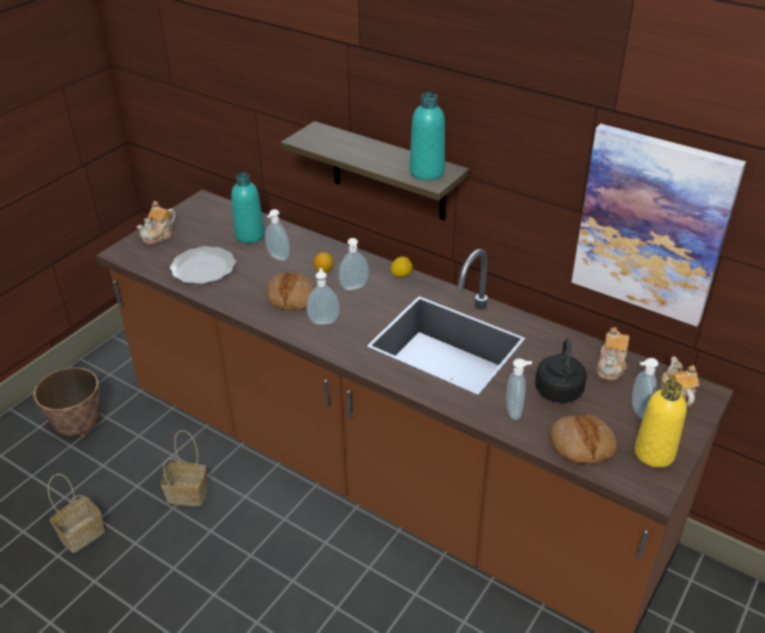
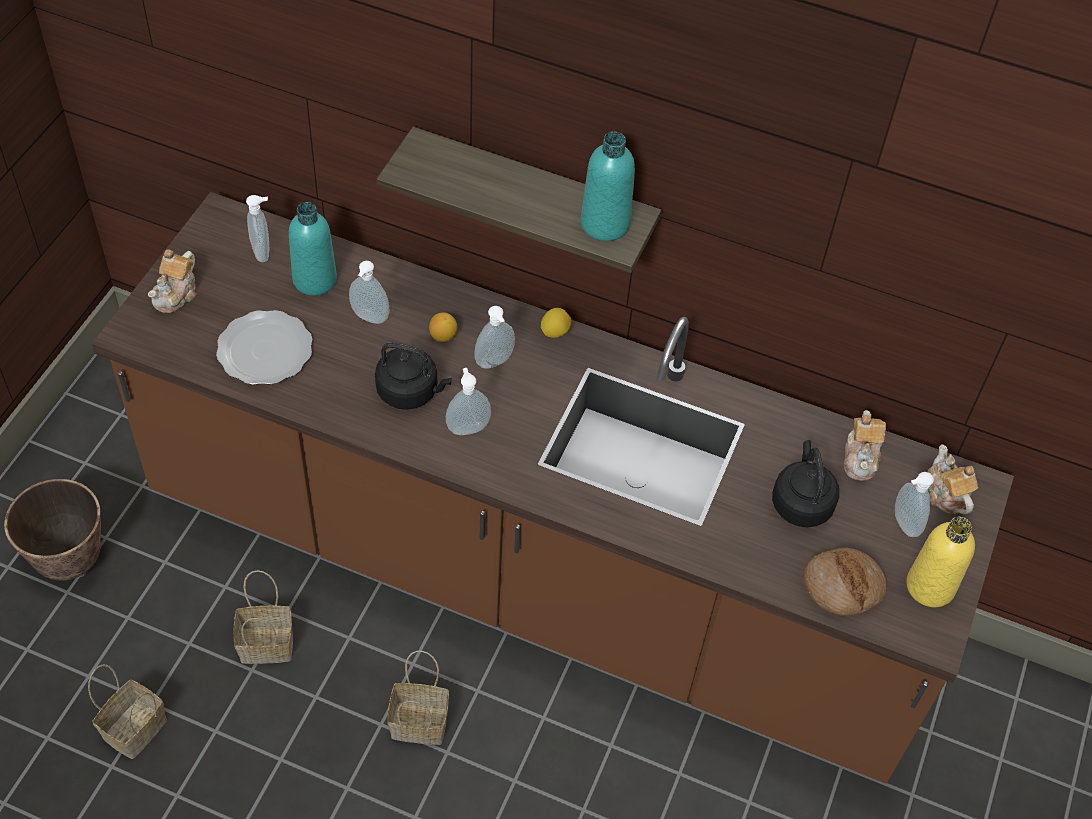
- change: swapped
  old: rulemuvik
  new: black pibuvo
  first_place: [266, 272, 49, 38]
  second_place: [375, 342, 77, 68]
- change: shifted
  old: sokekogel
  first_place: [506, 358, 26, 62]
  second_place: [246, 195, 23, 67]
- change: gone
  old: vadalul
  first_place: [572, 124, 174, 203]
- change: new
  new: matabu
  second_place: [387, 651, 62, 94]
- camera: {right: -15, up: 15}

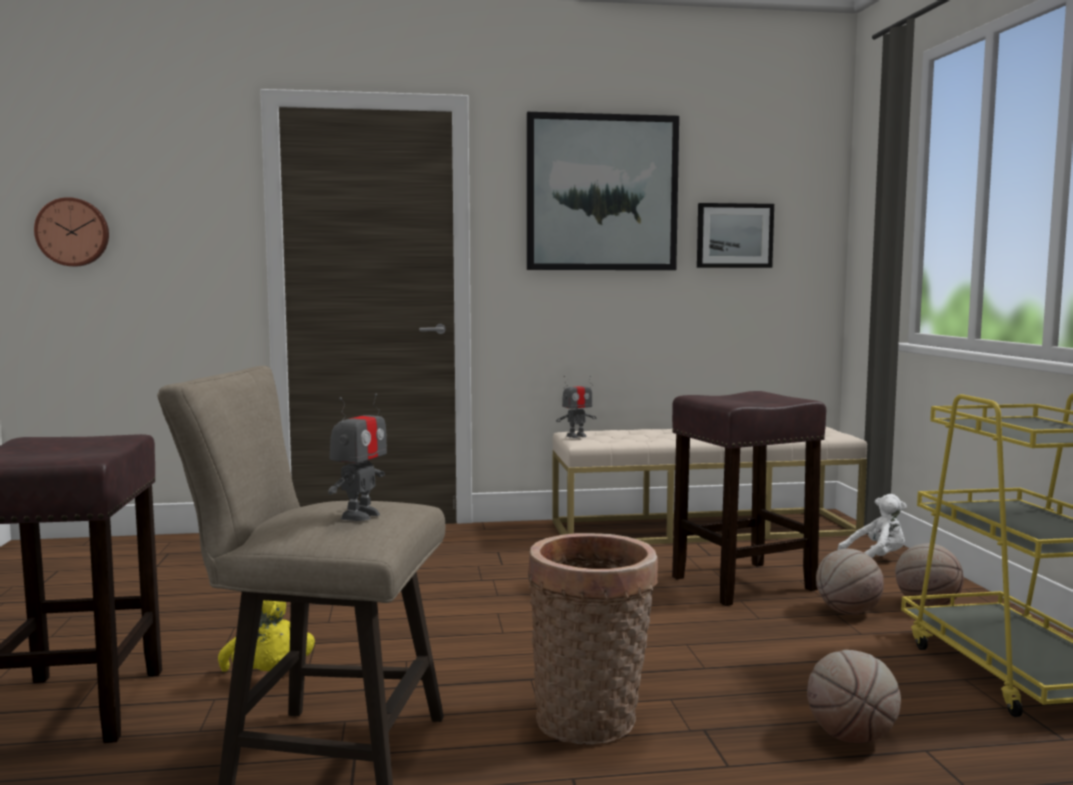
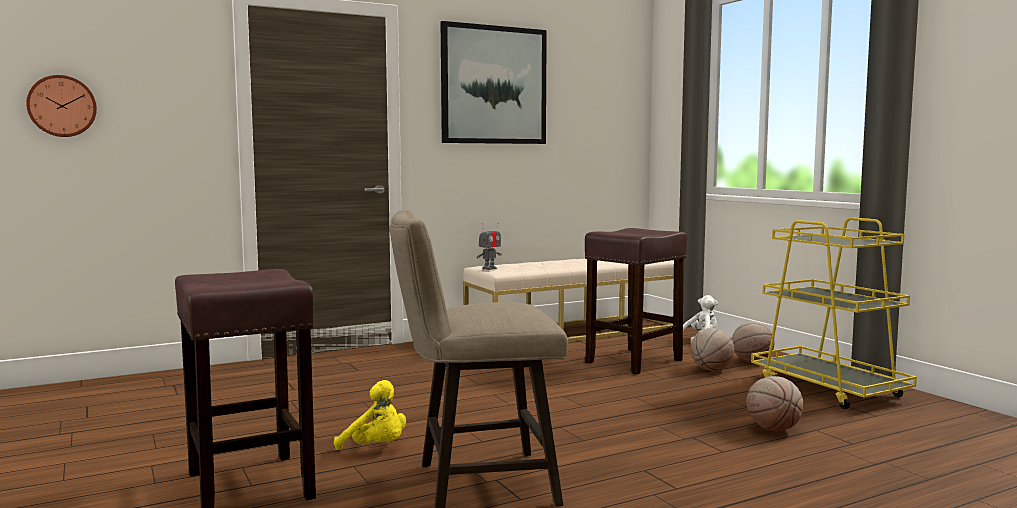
- change: gone
  old: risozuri
  first_place: [328, 394, 59, 127]
- change: gone
  old: matabu
  first_place: [528, 533, 130, 212]
- change: gone
  old: vadalul
  first_place: [697, 203, 77, 65]
- camera: {right: -20, up: 0}

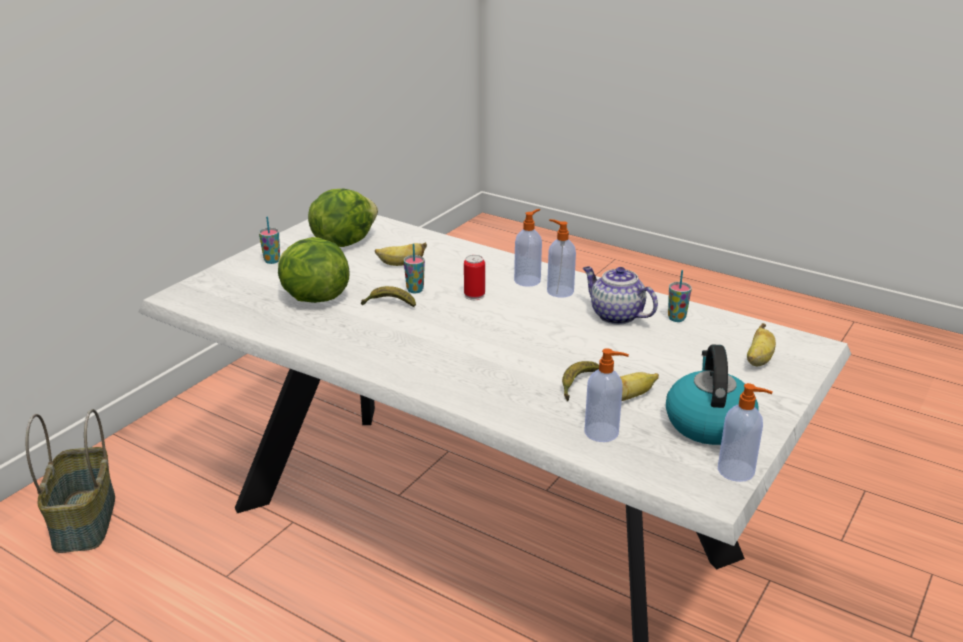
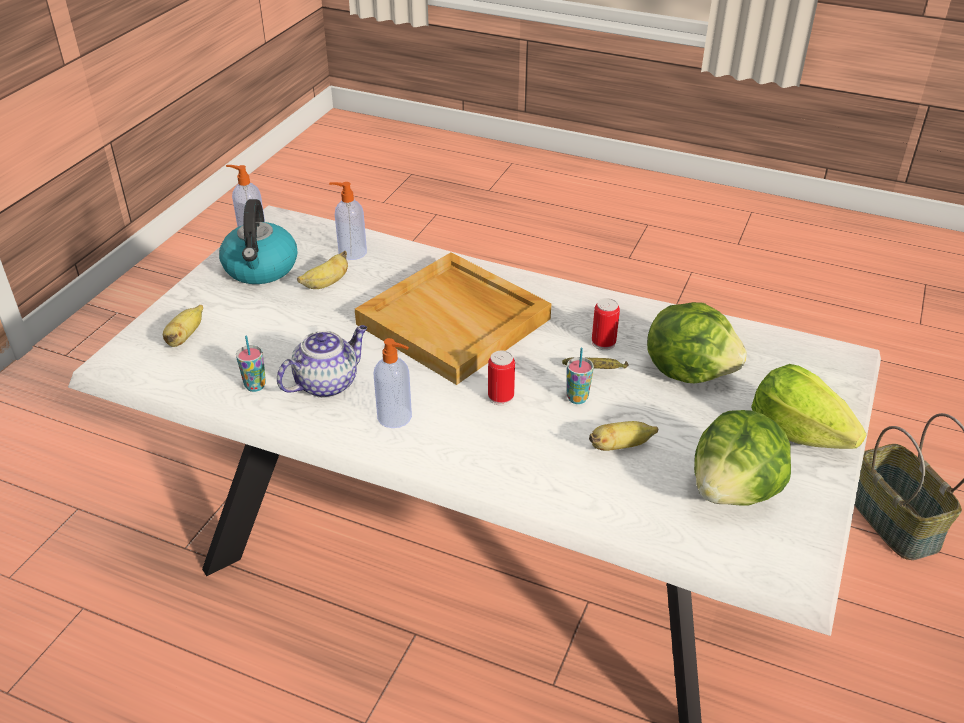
- change: swapped
  old: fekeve
  new: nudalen
  first_place: [259, 216, 21, 48]
  second_place: [751, 364, 116, 85]
- change: gone
  old: sokekogel
  first_place: [514, 209, 28, 78]
- change: gone
  old: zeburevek
  first_place: [562, 361, 37, 40]
- change: rotated
  old: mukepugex
  first_place: [583, 266, 75, 59]
  second_place: [277, 325, 90, 73]
  degrees: -75
- change: new
  new: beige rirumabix
  second_place: [355, 253, 196, 132]
- change: new
  new: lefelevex
  second_place: [592, 298, 28, 52]
- camera: {right: 170, up: 10}

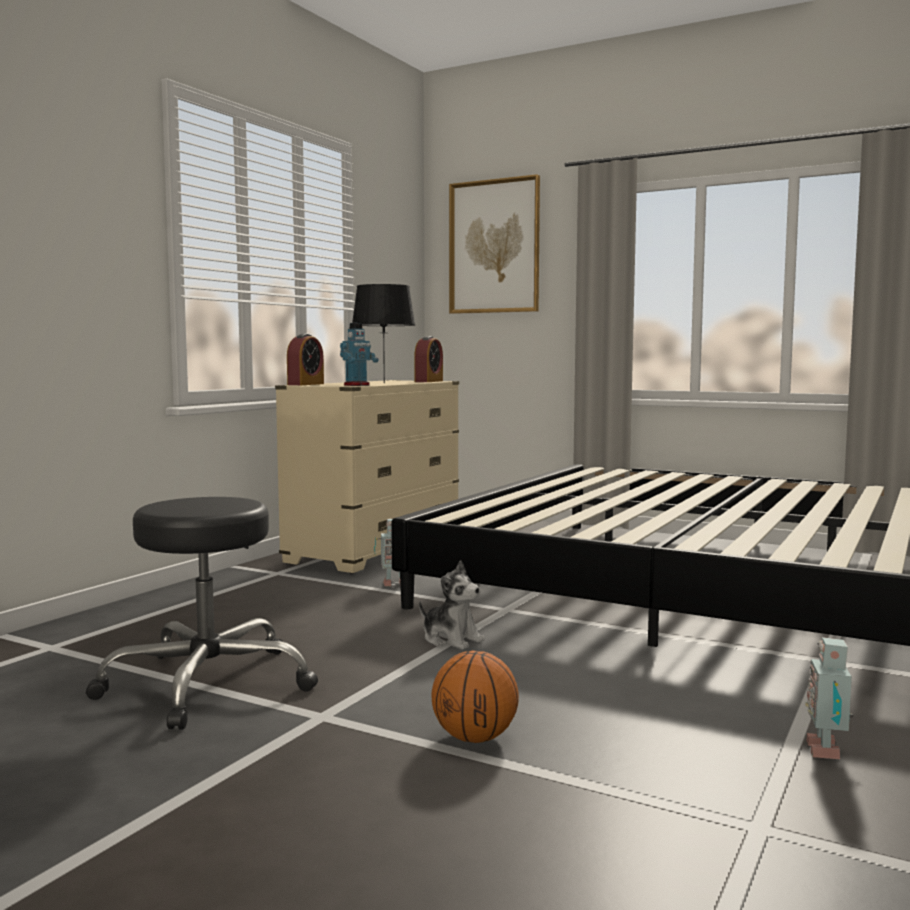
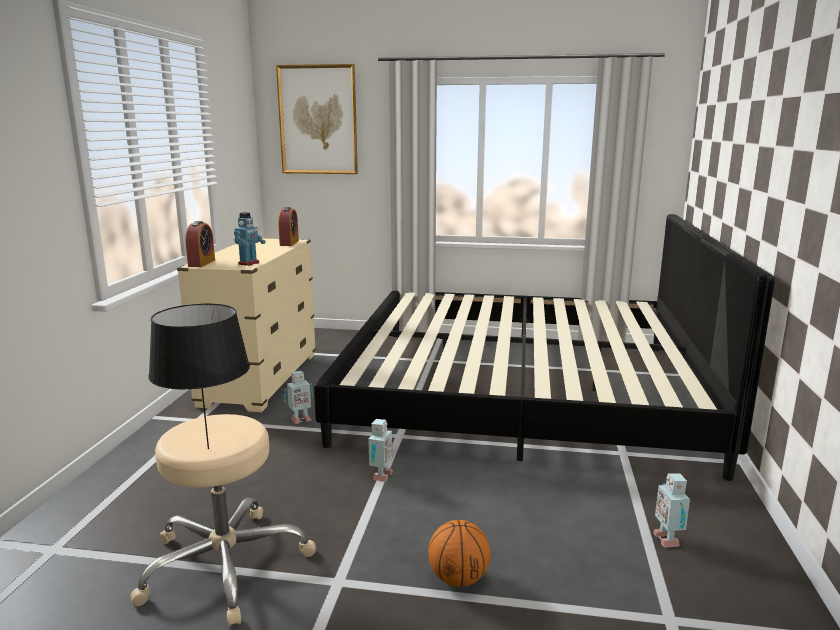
- change: repainted
  old: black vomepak
  new: beige vomepak
  first_place: [86, 497, 232, 233]
  second_place: [130, 414, 186, 212]
- change: shifted
  old: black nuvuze
  first_place: [352, 284, 63, 99]
  second_place: [148, 303, 102, 146]
- change: swapped
  old: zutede
  new: risozuri
  first_place: [419, 560, 66, 89]
  second_place: [369, 419, 24, 63]
- camera: {right: -20, up: 10}

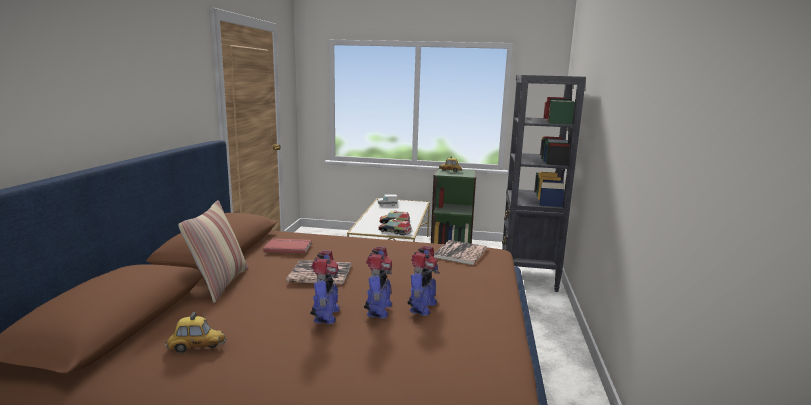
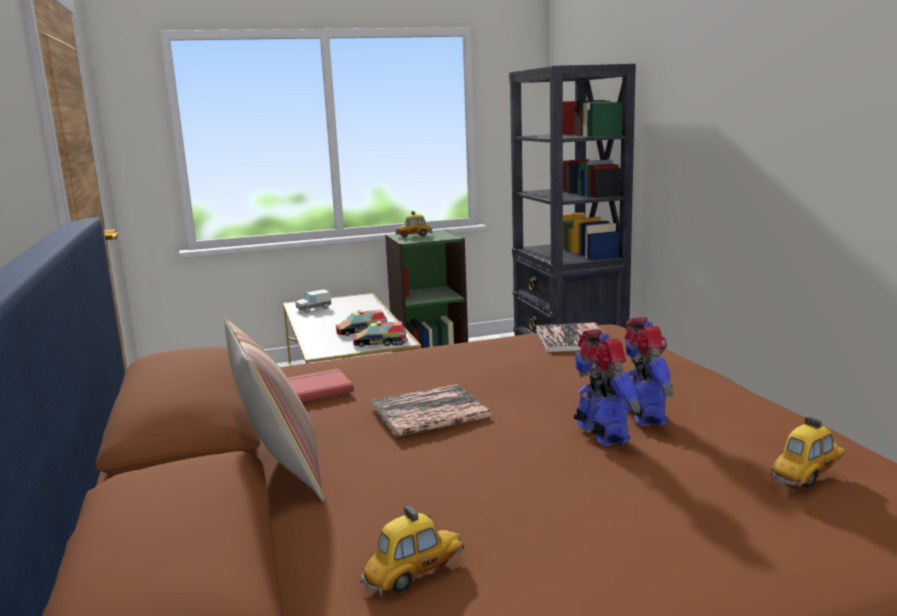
- change: gone
  old: risozuri
  first_place: [310, 251, 30, 73]
- change: new
  new: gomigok
  second_place: [771, 416, 75, 72]
- camera: {right: -25, up: 0}

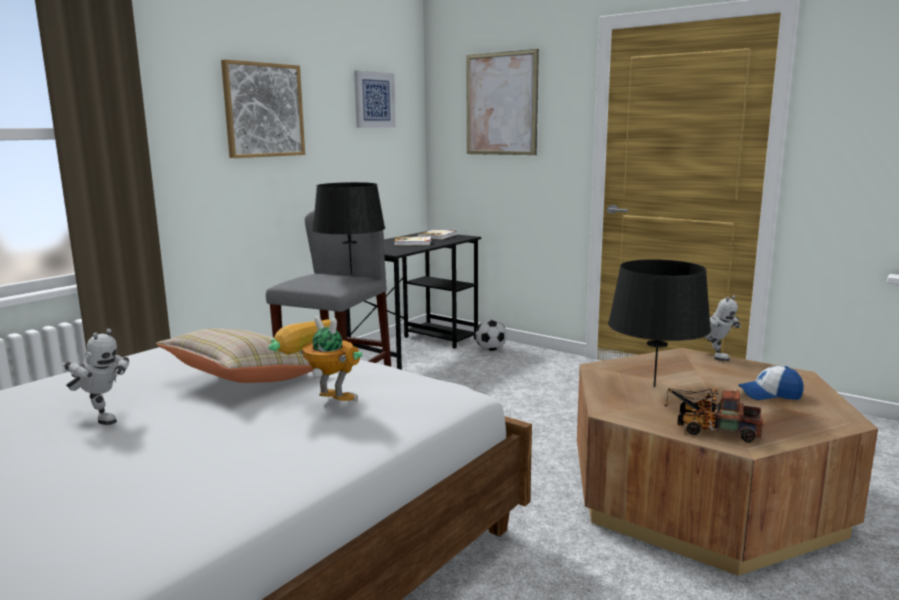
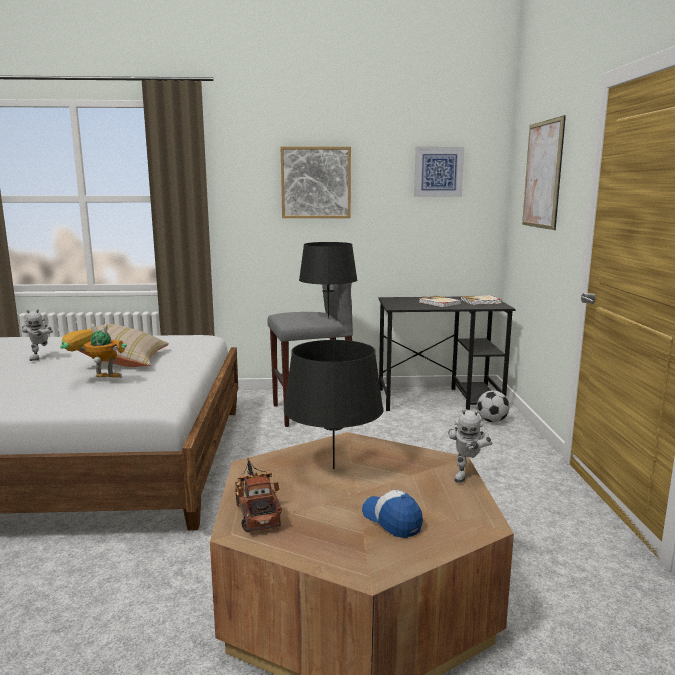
- change: rotated
  old: risozuri
  first_place: [268, 316, 94, 86]
  second_place: [60, 324, 67, 54]
  degrees: -75
- camera: {right: 50, up: 0}

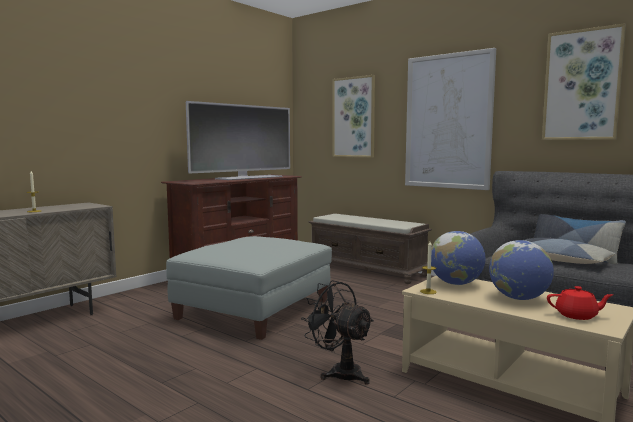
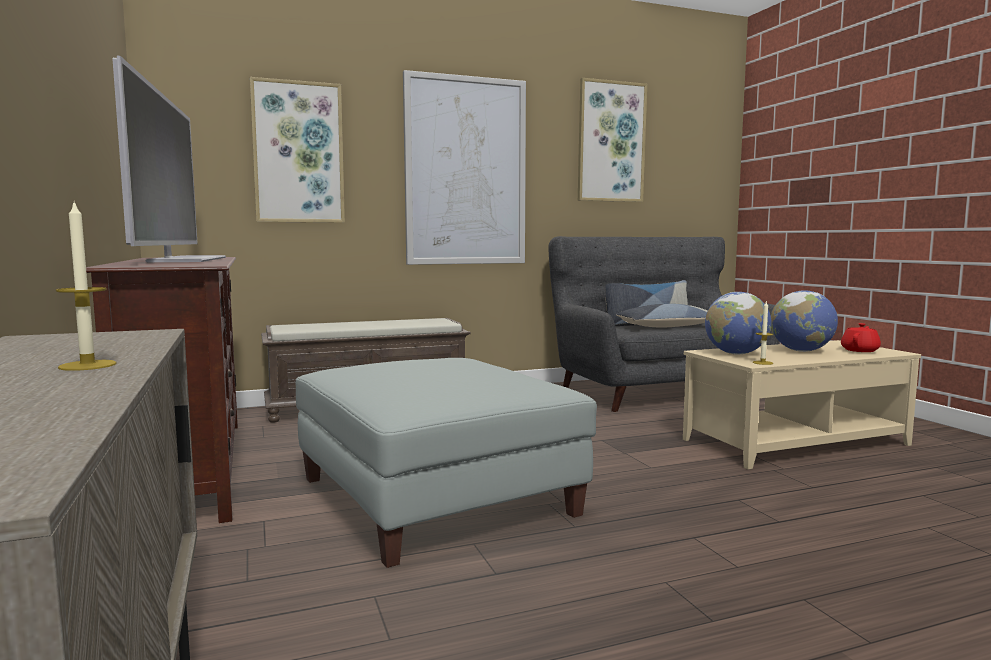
- change: gone
  old: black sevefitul
  first_place: [301, 280, 73, 105]
- camera: {right: -60, up: 0}

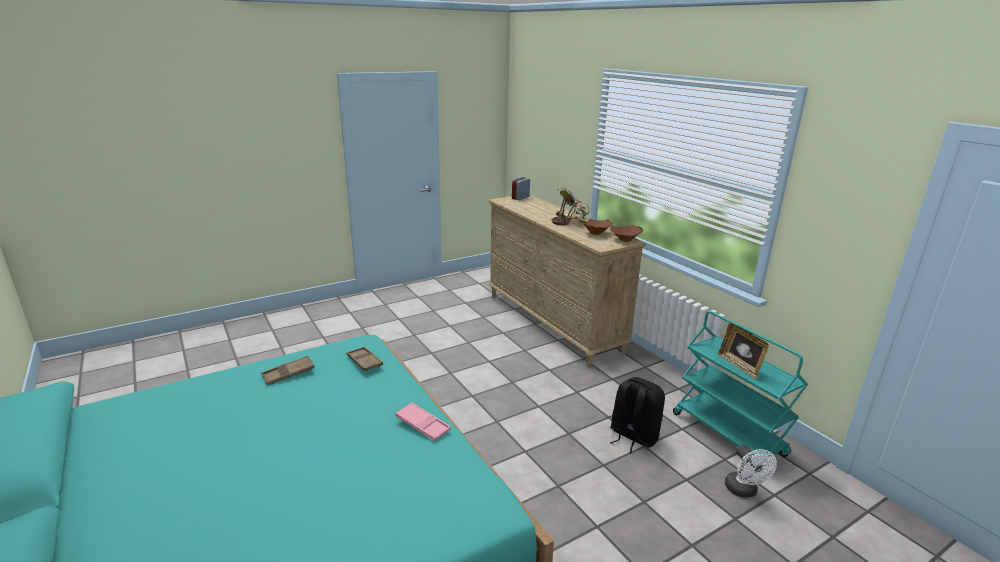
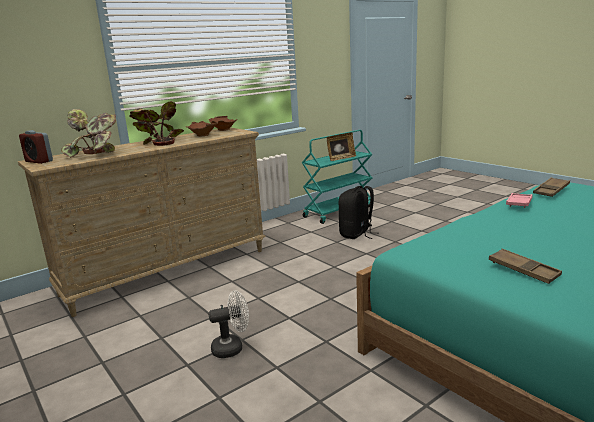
- change: shifted
  old: brown rirumabix
  first_place: [347, 346, 36, 25]
  second_place: [533, 177, 37, 20]
- change: shifted
  old: white sevefitul
  first_place: [725, 445, 52, 53]
  second_place: [209, 290, 40, 68]
- change: new
  new: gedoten
  second_place: [61, 109, 55, 48]
- camera: {right: -95, up: -5}

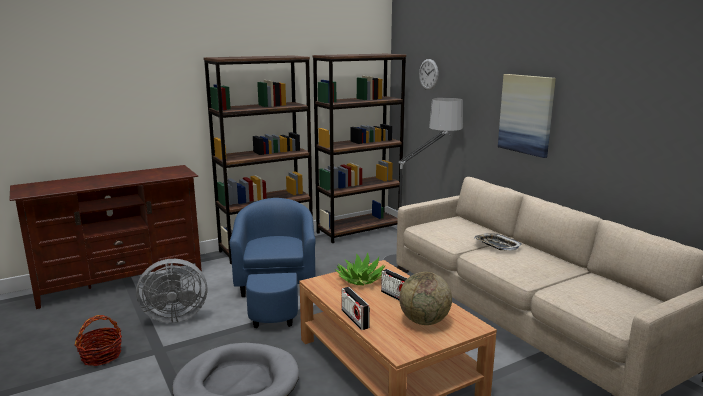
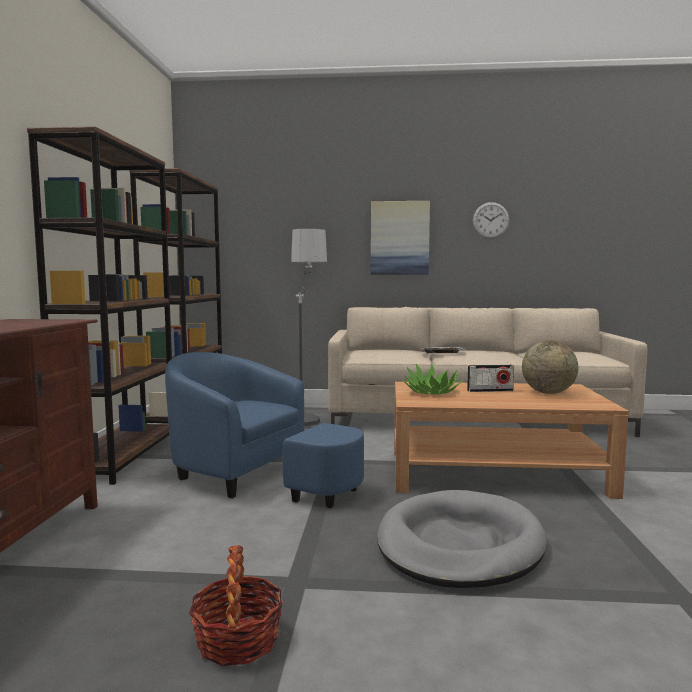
- change: gone
  old: grey sevefitul
  first_place: [136, 259, 71, 64]
- change: gone
  old: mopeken
  first_place: [341, 287, 29, 43]
- change: shifted
  old: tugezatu
  first_place: [419, 59, 20, 31]
  second_place: [473, 202, 36, 37]
- camera: {right: -55, up: -10}

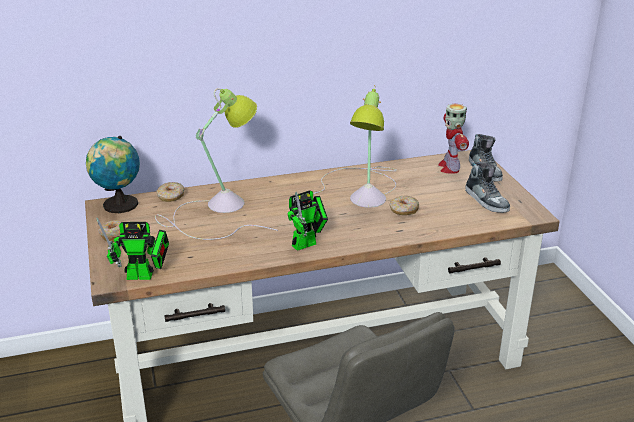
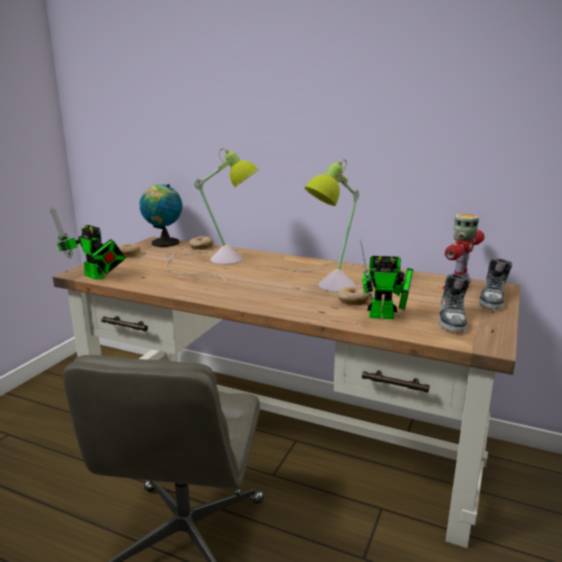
- change: shifted
  old: risozuri
  first_place: [288, 190, 40, 61]
  second_place: [360, 239, 54, 80]
- camera: {right: 40, up: -10}

